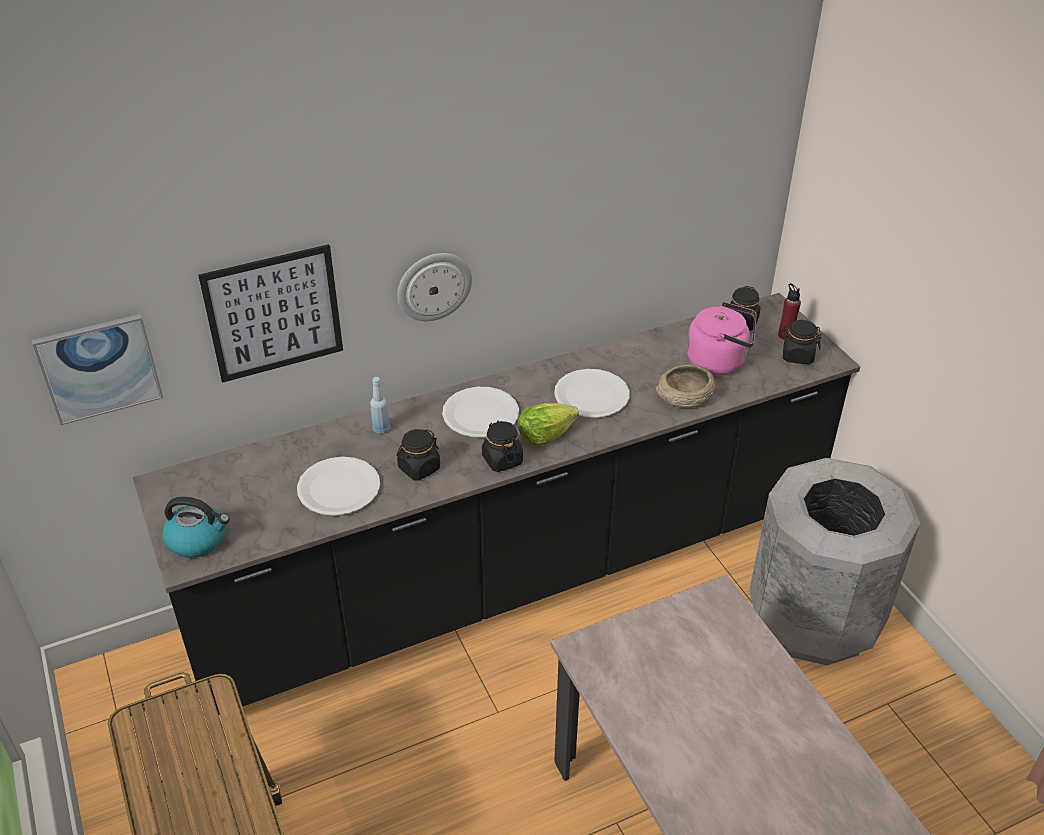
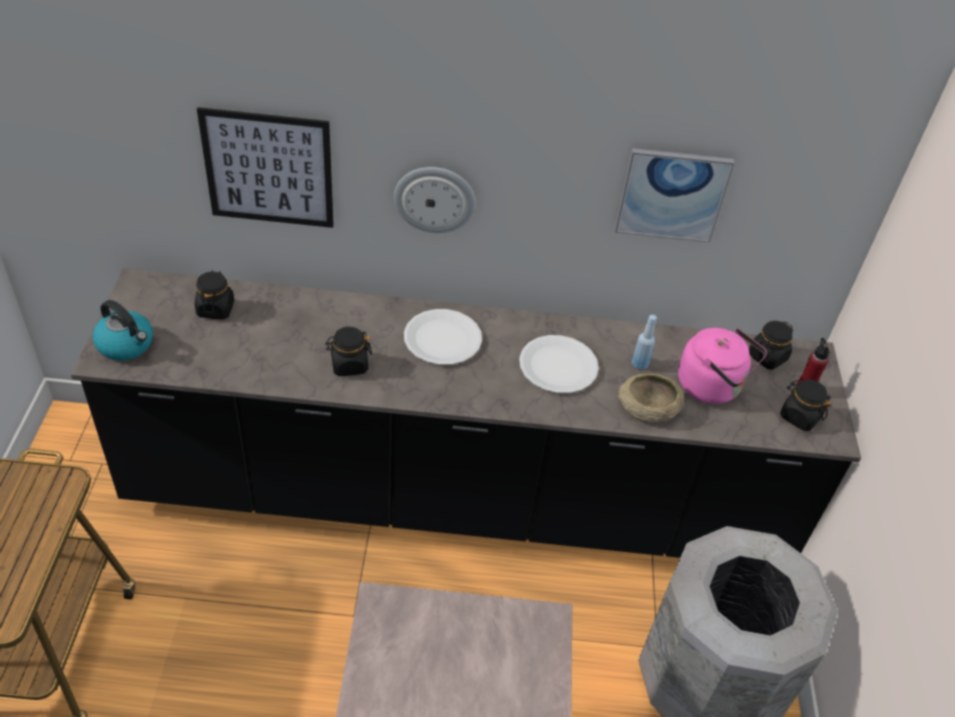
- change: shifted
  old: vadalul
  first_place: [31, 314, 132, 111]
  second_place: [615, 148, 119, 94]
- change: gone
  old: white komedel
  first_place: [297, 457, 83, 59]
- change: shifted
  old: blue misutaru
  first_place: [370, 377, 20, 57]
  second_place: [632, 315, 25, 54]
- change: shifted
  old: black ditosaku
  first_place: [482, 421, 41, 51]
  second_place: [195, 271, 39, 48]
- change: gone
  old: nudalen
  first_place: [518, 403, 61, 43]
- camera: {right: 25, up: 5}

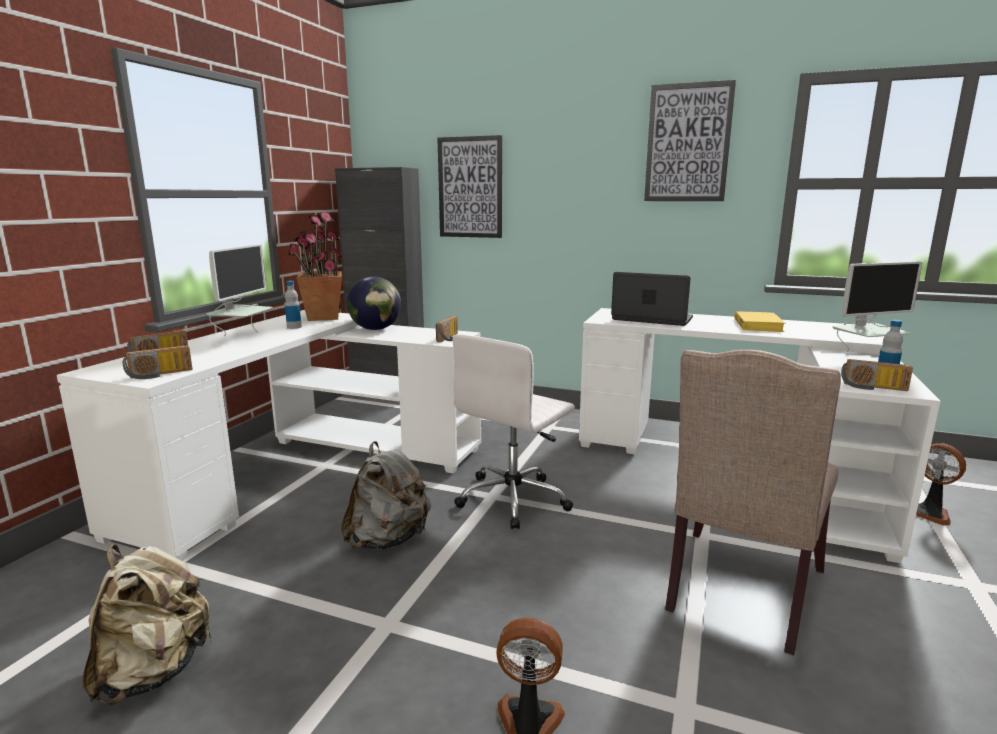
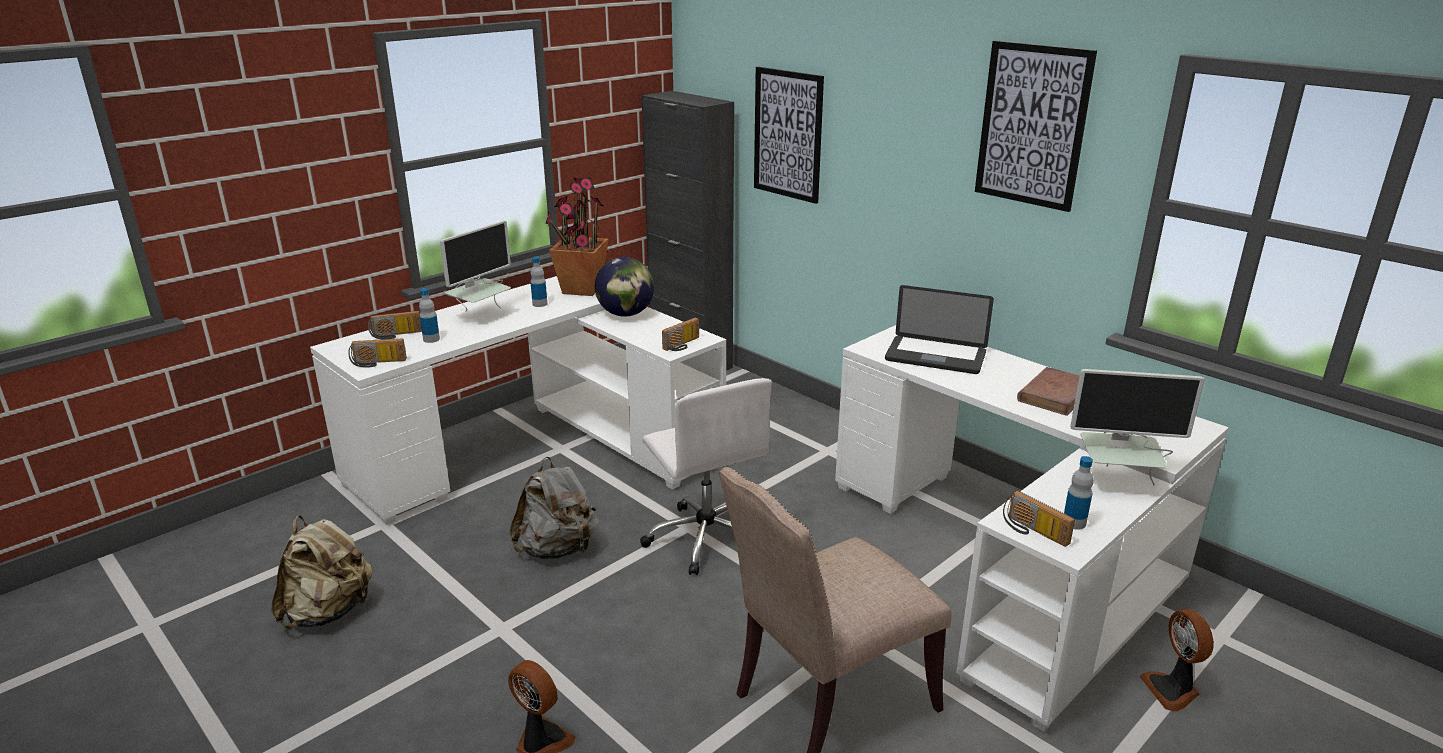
- change: rotated
  old: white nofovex
  first_place: [452, 334, 123, 195]
  second_place: [640, 378, 132, 197]
  degrees: -90
- change: rotated
  old: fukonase
  first_place: [611, 272, 82, 54]
  second_place: [885, 285, 109, 89]
  degrees: 150
- change: repainted
  old: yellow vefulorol
  new: brown vefulorol
  first_place: [734, 311, 52, 21]
  second_place: [1017, 367, 63, 49]
- change: new
  new: misutaru
  second_place: [419, 288, 21, 55]
- camera: {right: 25, up: 10}

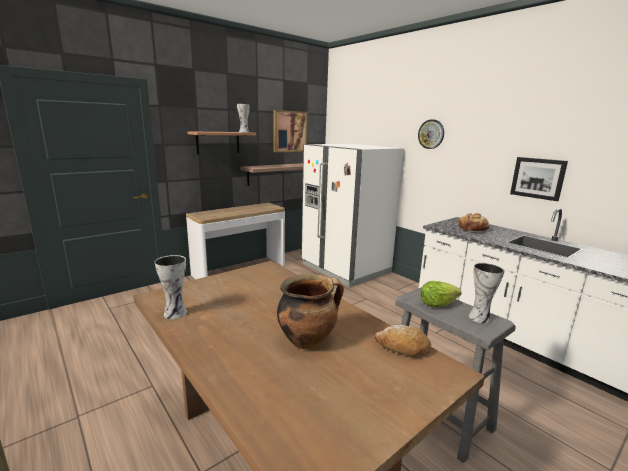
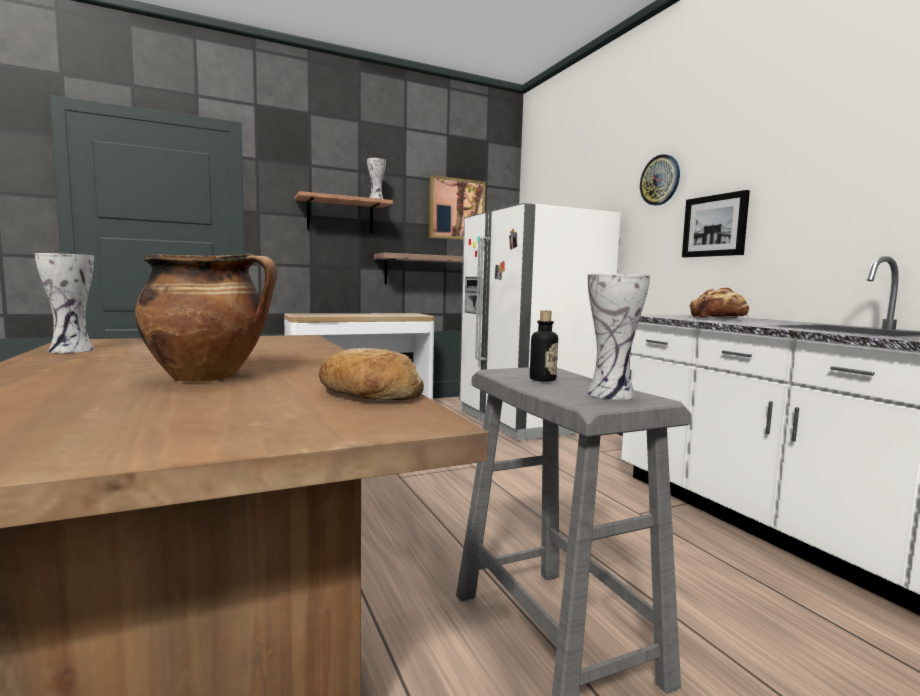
- change: swapped
  old: nudalen
  new: misutaru
  first_place: [421, 281, 41, 26]
  second_place: [530, 310, 28, 72]
- change: shifted
  old: vadalul
  first_place: [510, 157, 58, 44]
  second_place: [682, 190, 68, 67]
- camera: {right: 15, up: -10}

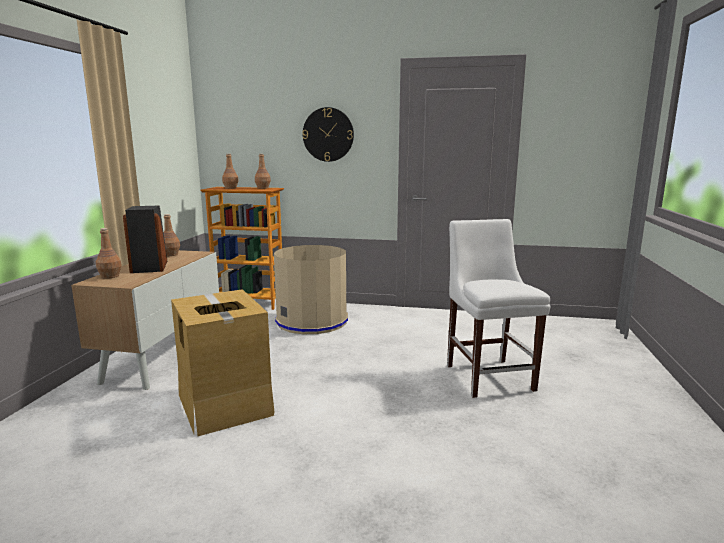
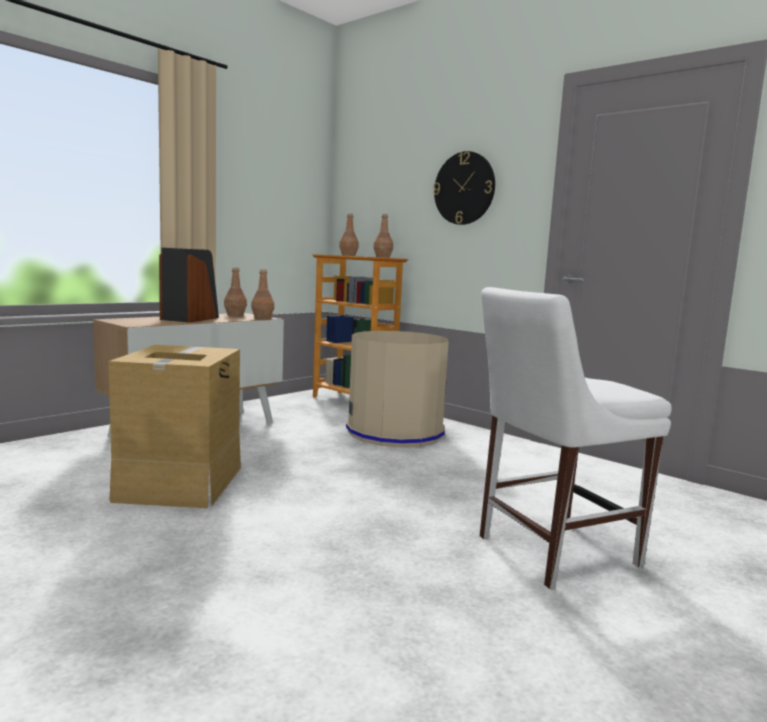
- change: shifted
  old: brown misutaru
  first_place: [96, 228, 26, 51]
  second_place: [251, 269, 23, 50]
- change: rotated
  old: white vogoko
  first_place: [447, 219, 103, 179]
  second_place: [480, 287, 192, 302]
  degrees: -135
- camera: {right: 30, up: -5}

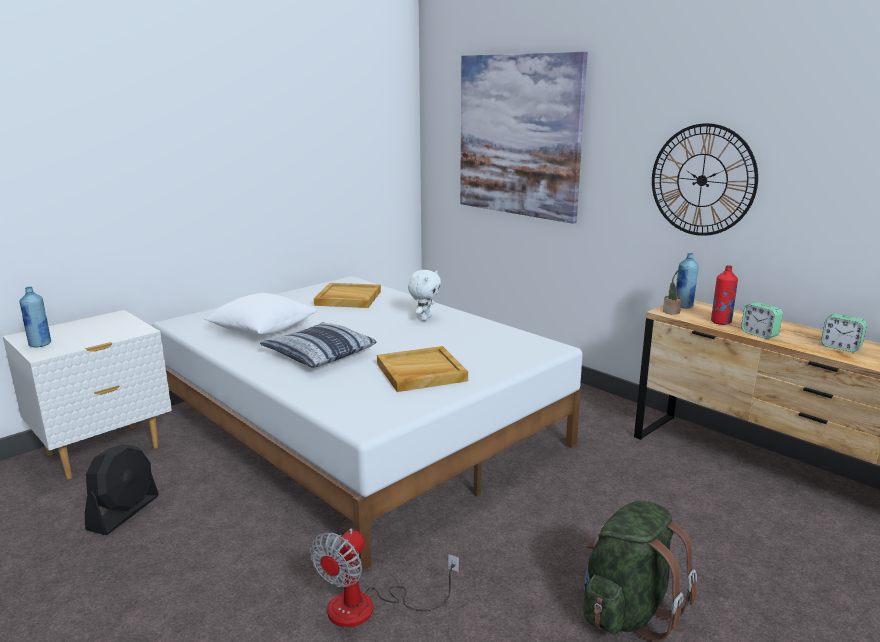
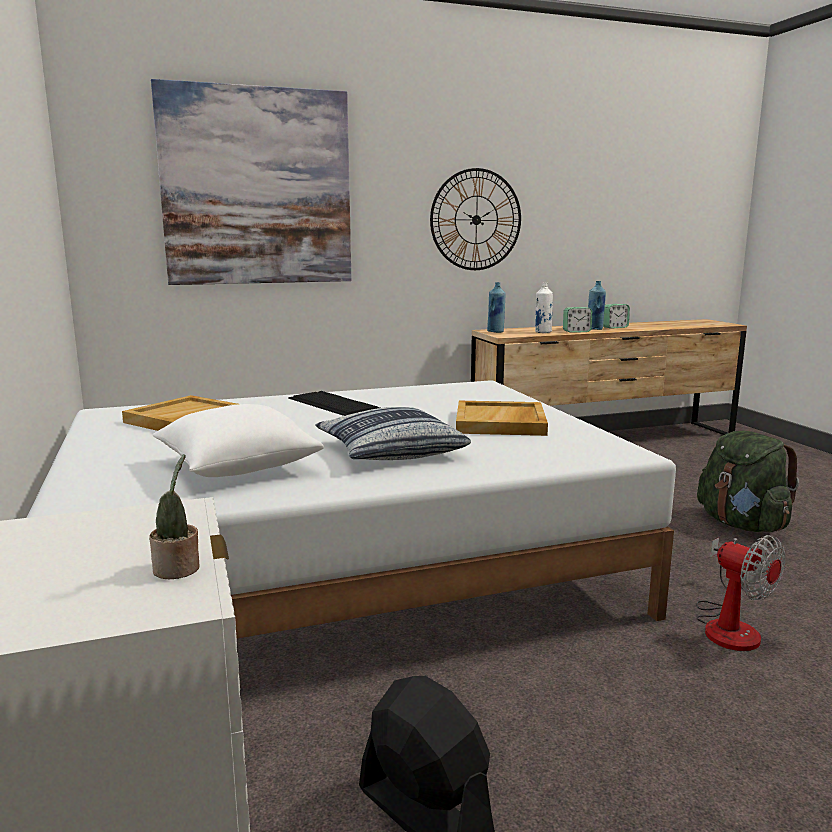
- change: shifted
  old: blue misutaru
  first_place: [19, 286, 32, 61]
  second_place: [588, 281, 18, 49]
- change: swapped
  old: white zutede
  new: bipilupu
  first_place: [408, 270, 33, 51]
  second_place: [288, 391, 92, 25]
- change: shifted
  old: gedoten
  first_place: [663, 270, 19, 45]
  second_place: [149, 454, 51, 125]
- change: repainted
  old: red misutaru
  new: white misutaru
  first_place: [711, 265, 27, 60]
  second_place: [535, 282, 18, 51]
- camera: {right: -65, up: -5}

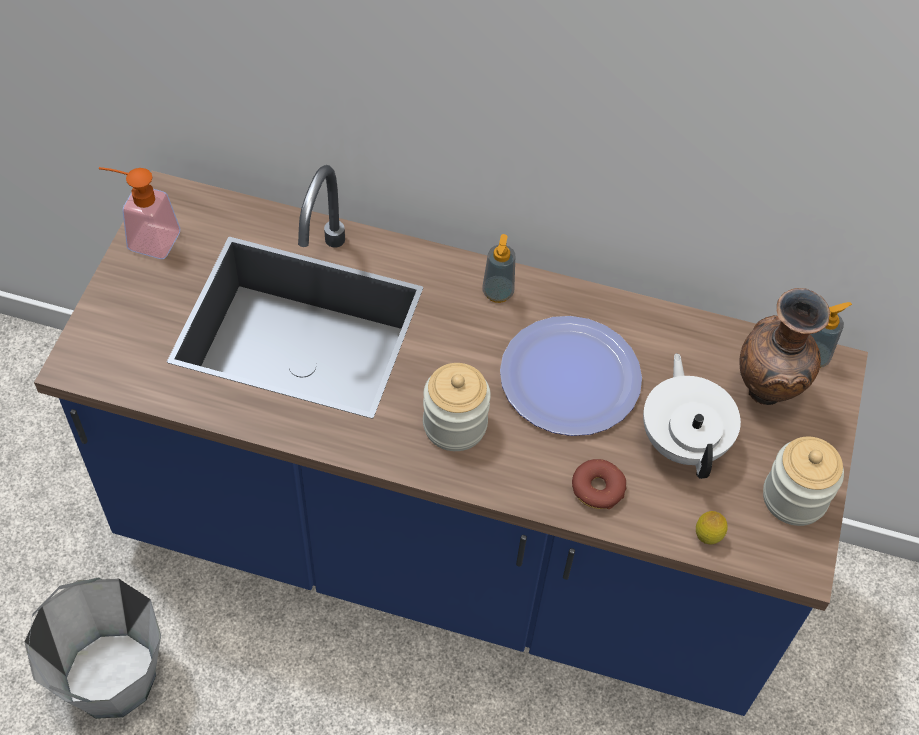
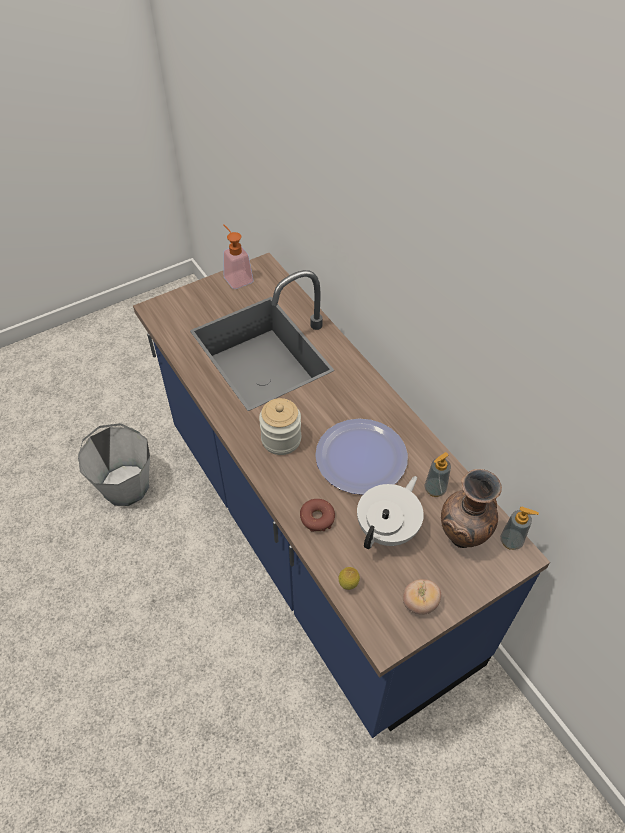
- change: shifted
  old: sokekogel
  first_place: [483, 234, 32, 69]
  second_place: [424, 452, 27, 45]
- change: swapped
  old: ditosaku
  new: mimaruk
  first_place: [763, 437, 81, 89]
  second_place: [403, 579, 38, 36]
- camera: {right: 45, up: -5}

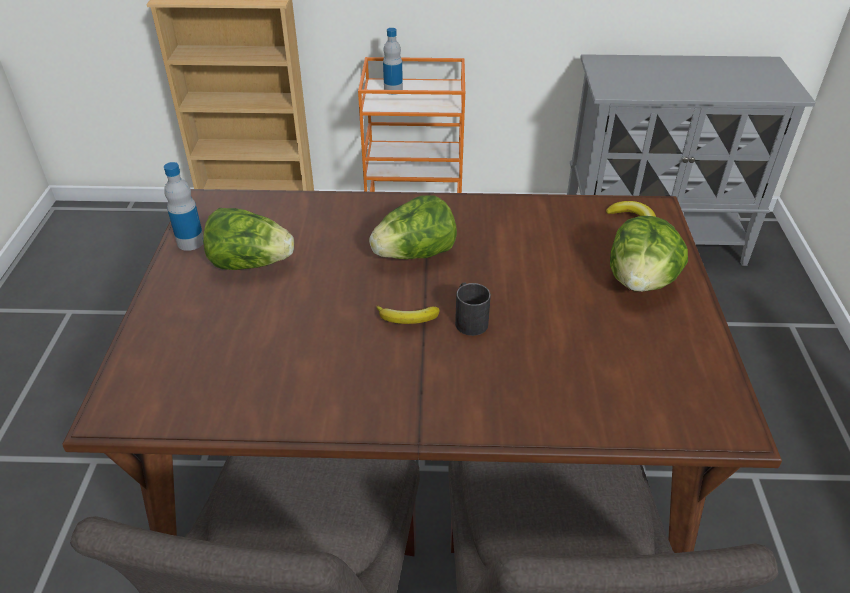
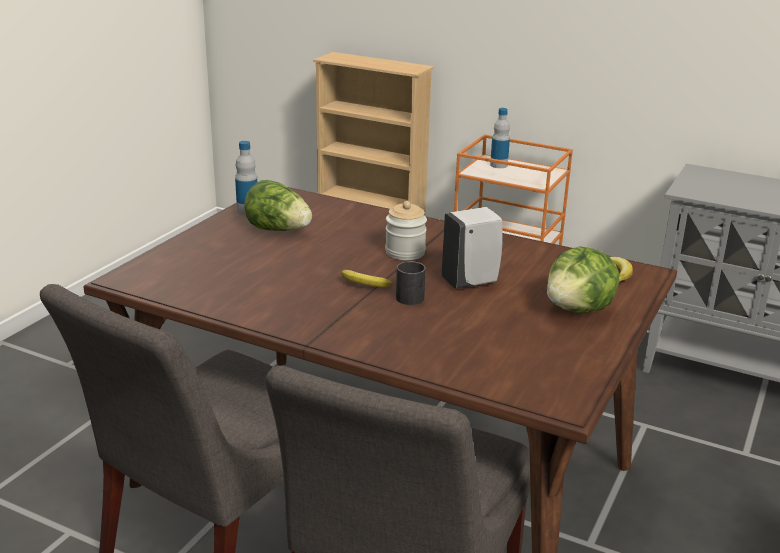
- change: swapped
  old: nudalen
  new: ditosaku
  first_place: [369, 195, 88, 64]
  second_place: [385, 201, 42, 59]
- change: new
  new: white sokekogel
  second_place: [442, 207, 61, 82]
- camera: {right: 25, up: -15}

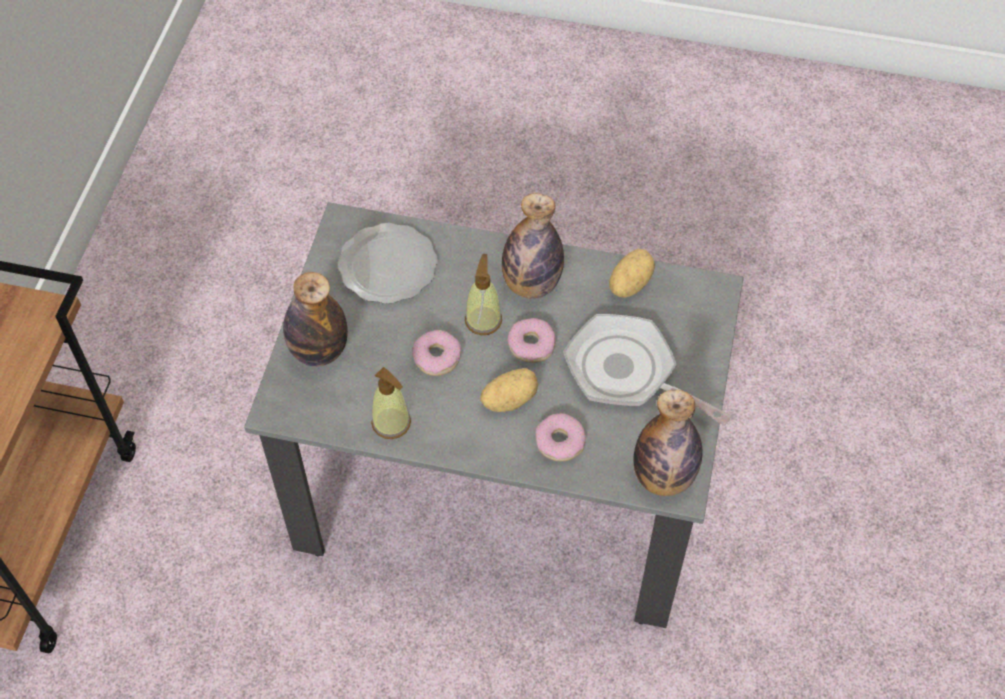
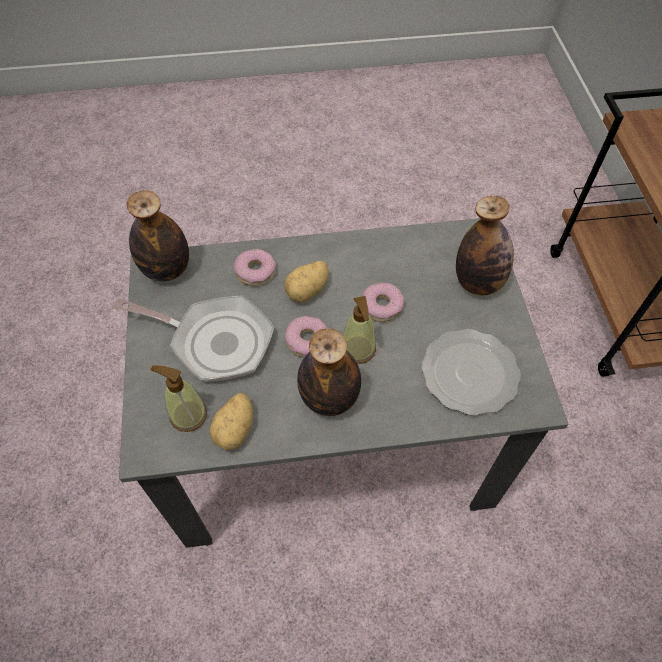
- change: shifted
  old: sokekogel
  first_place: [371, 367, 40, 72]
  second_place: [150, 365, 57, 67]
- camera: {right: 160, up: 0}

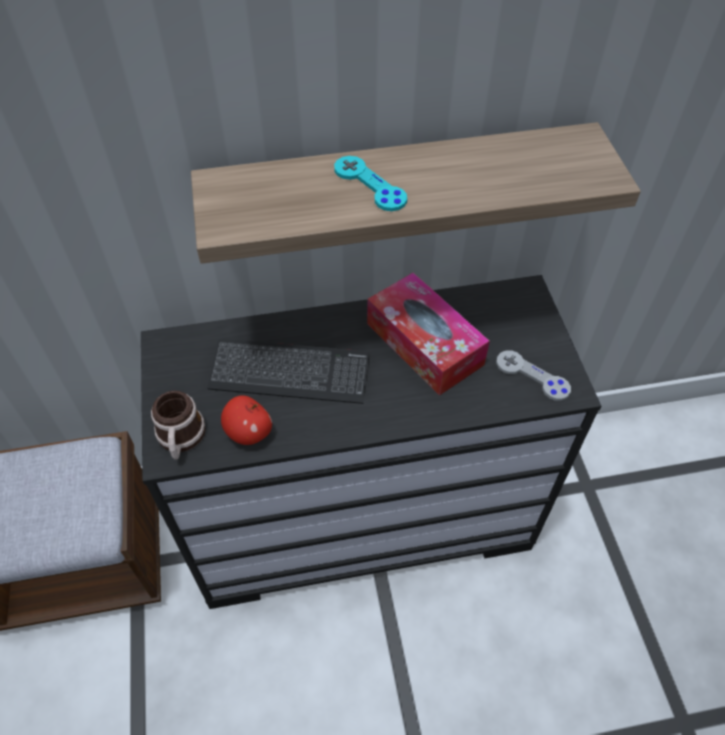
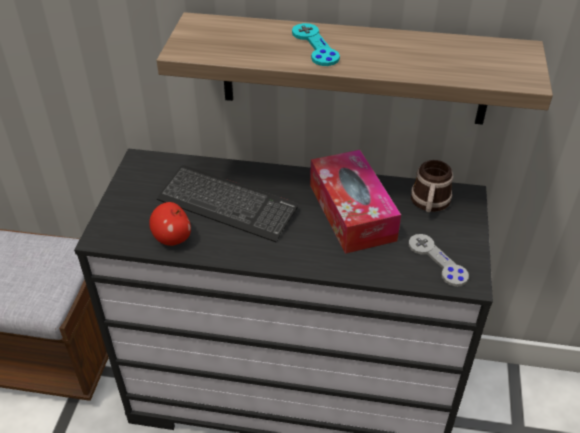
- change: shifted
  old: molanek
  first_place: [151, 391, 55, 69]
  second_place: [411, 160, 42, 52]
- camera: {right: 20, up: -10}

